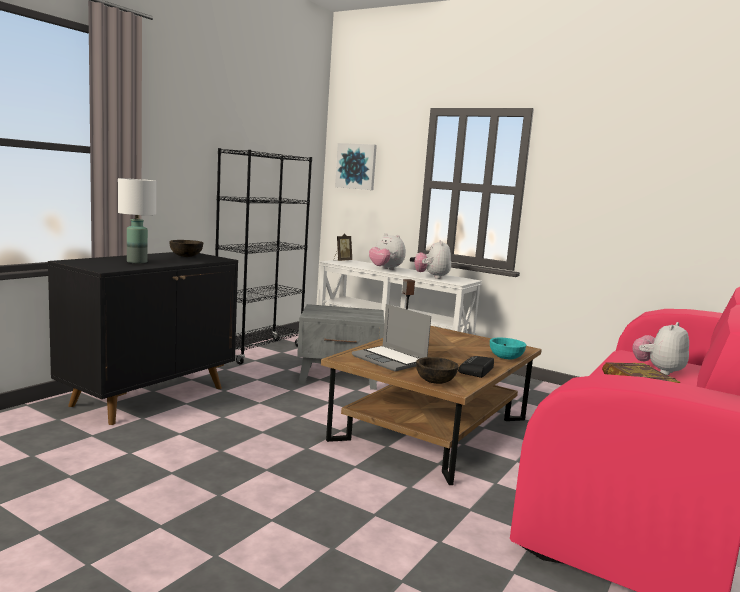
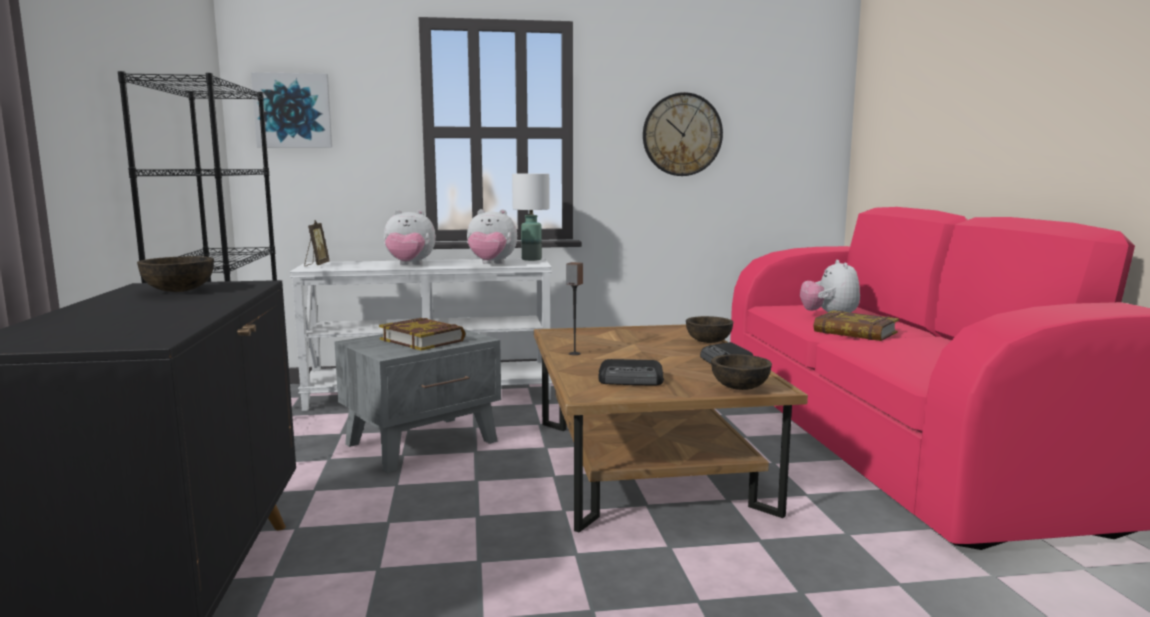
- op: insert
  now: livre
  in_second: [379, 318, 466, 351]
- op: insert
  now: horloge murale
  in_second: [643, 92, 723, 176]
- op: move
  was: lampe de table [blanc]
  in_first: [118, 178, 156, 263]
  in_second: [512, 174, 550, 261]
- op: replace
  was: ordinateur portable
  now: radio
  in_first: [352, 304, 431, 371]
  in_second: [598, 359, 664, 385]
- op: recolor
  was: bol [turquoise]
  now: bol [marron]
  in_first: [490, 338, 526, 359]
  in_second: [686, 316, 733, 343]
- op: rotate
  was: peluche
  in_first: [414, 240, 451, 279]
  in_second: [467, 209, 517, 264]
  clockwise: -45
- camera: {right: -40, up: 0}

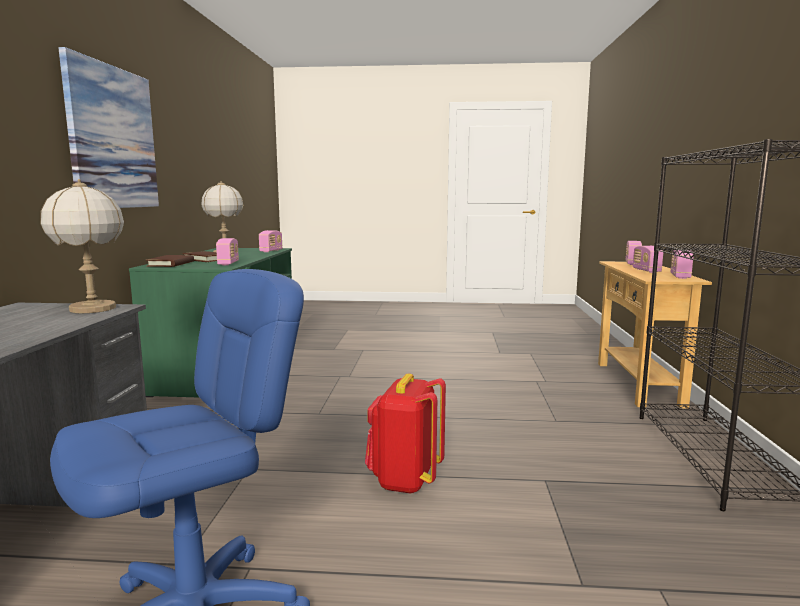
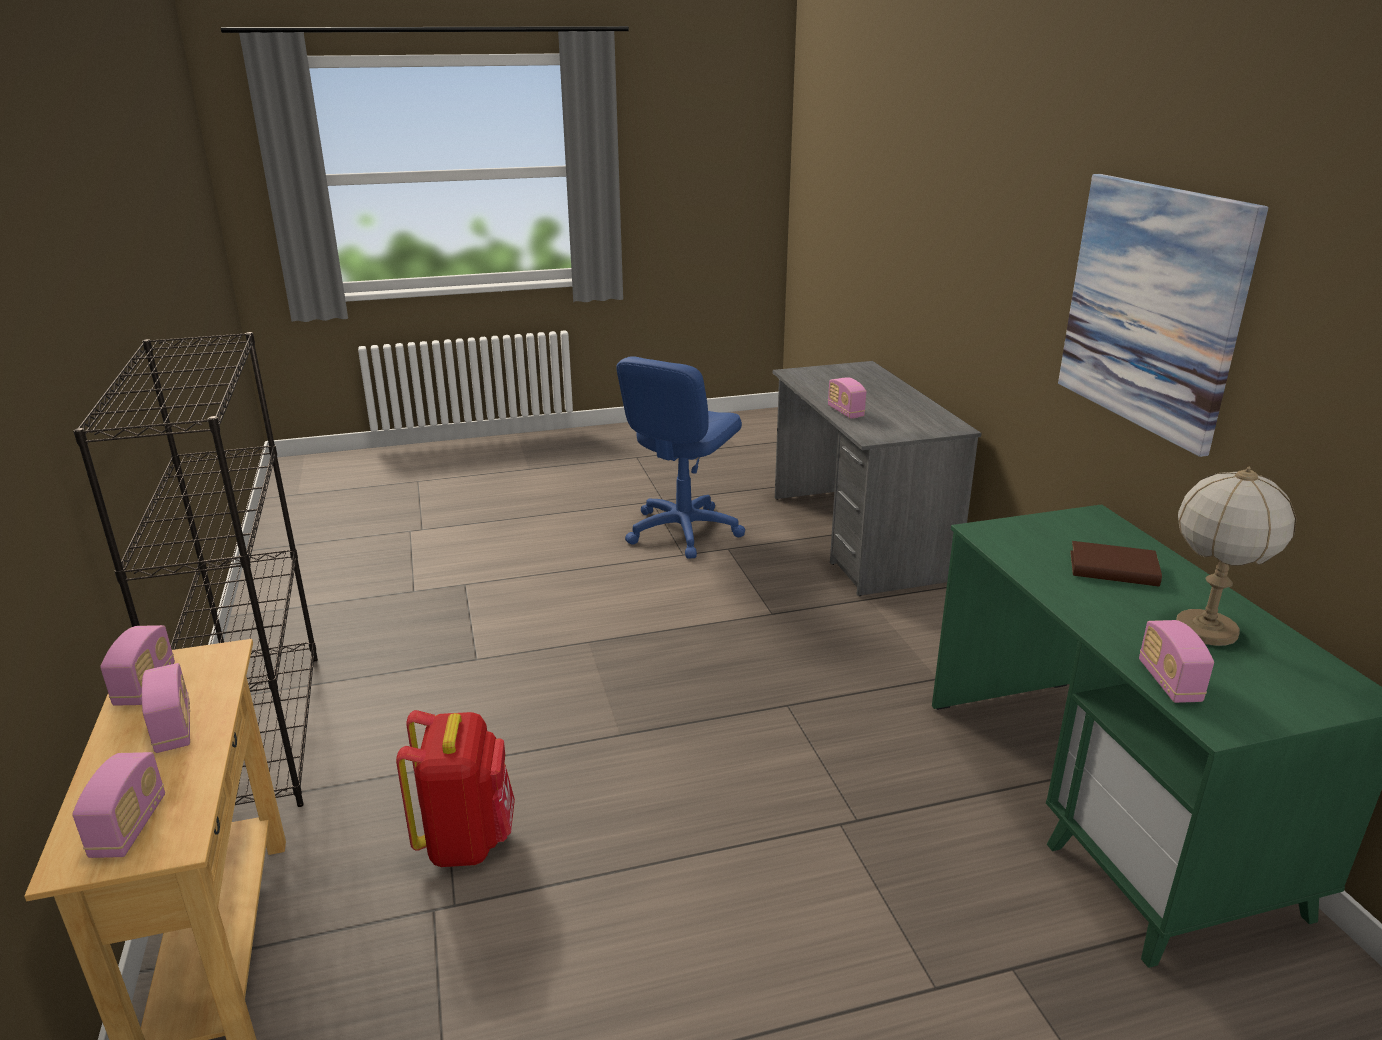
- op: delete
  was: lampe de table
  in_first: [40, 179, 124, 313]
- op: delete
  was: livre [marron]
  in_first: [146, 255, 194, 267]
- op: move
  was: radio
  in_first: [216, 238, 239, 265]
  in_second: [828, 377, 866, 418]
- op: move
  was: sac à dos [rouge]
  in_first: [365, 374, 446, 493]
  in_second: [396, 710, 515, 867]
- camera: {right: 160, up: 15}

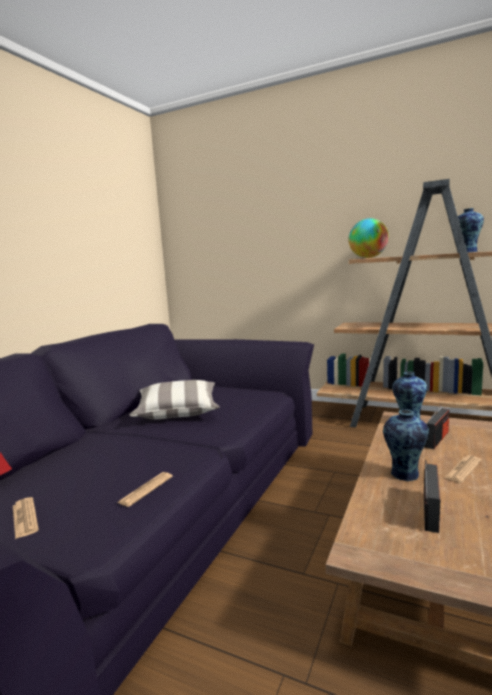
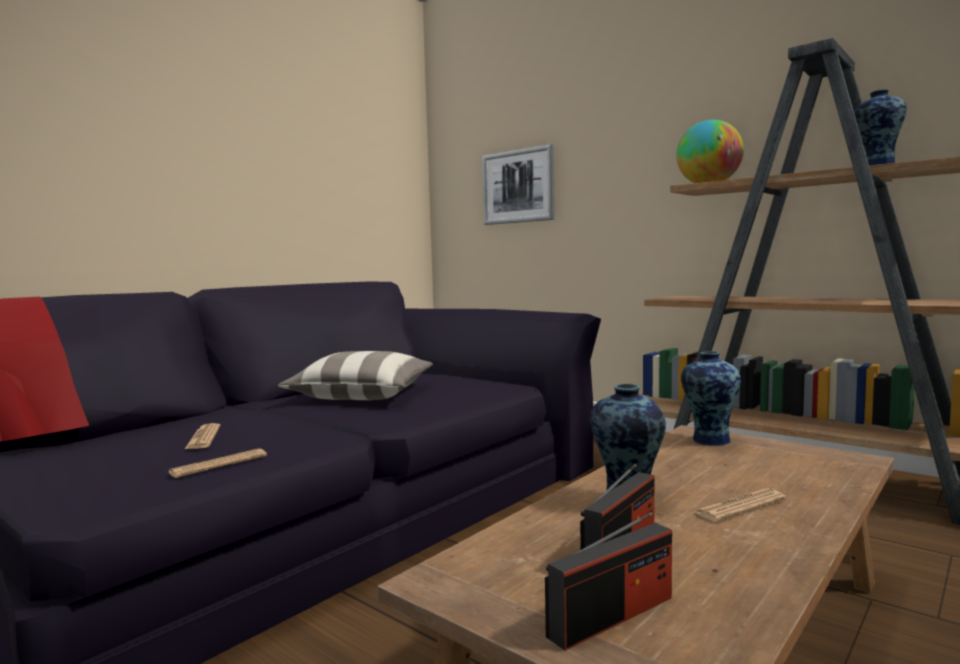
- op: insert
  now: tableau
  in_second: [482, 144, 555, 225]
- op: move
  was: journal
  in_first: [13, 497, 39, 539]
  in_second: [185, 423, 220, 449]
- op: move
  was: radio
  in_first: [424, 405, 449, 449]
  in_second: [545, 512, 672, 651]
- camera: {right: 15, up: -5}

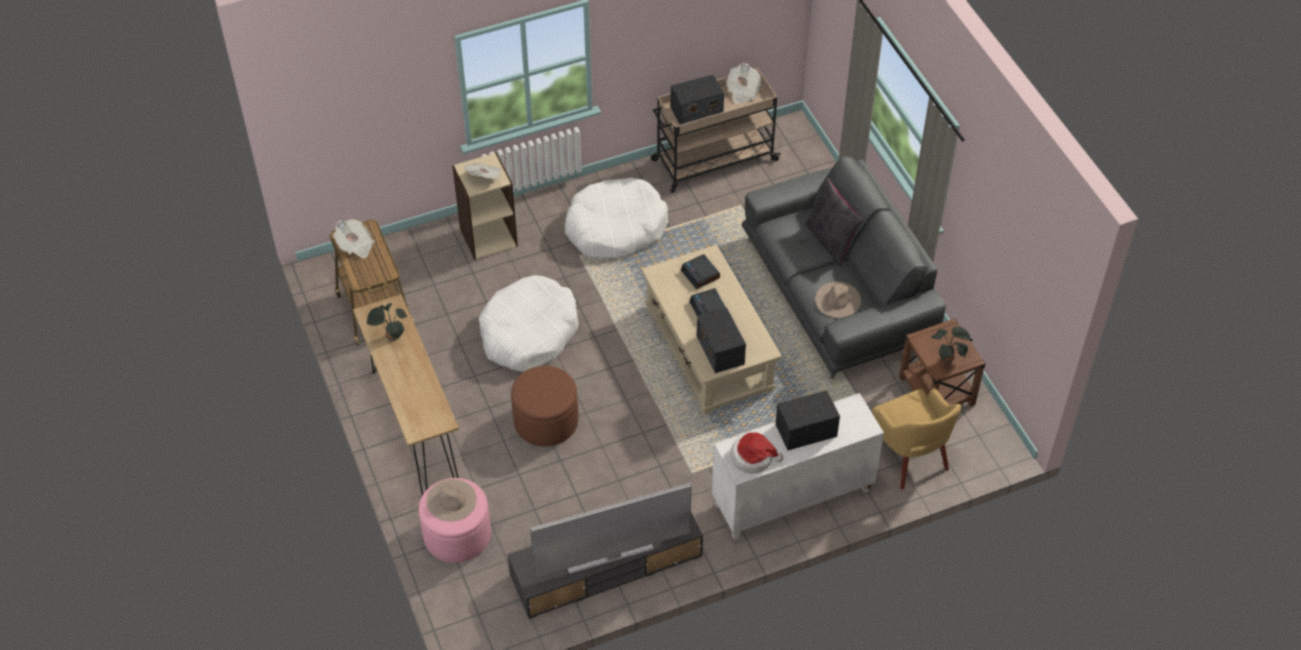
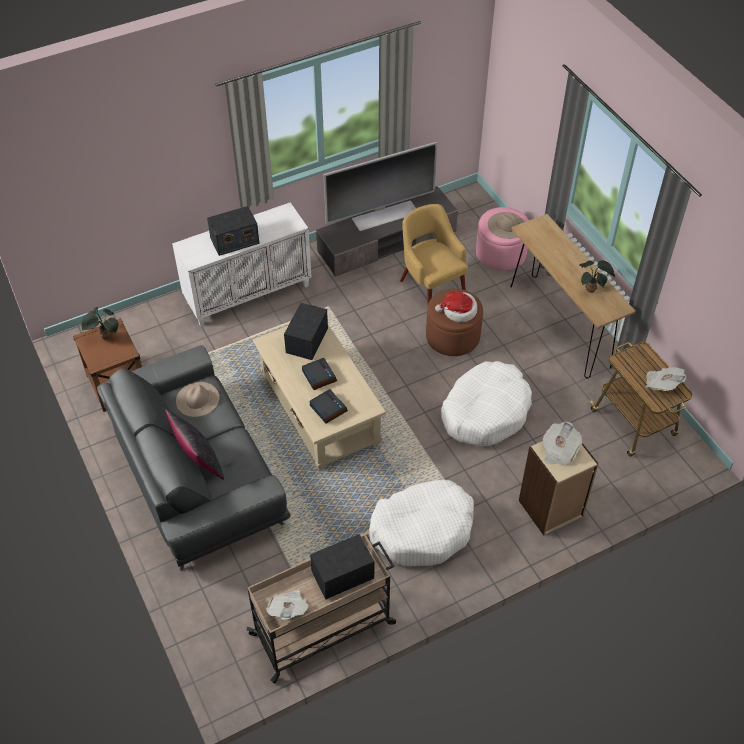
- op: move
  was: chapeau
  in_first: [731, 432, 783, 474]
  in_second: [435, 291, 477, 322]
- op: move
  was: fauteuil [jaune]
  in_first: [872, 388, 962, 489]
  in_second: [400, 204, 468, 304]
- op: rotate
  was: radio
  in_first: [697, 307, 746, 373]
  in_second: [284, 302, 328, 360]
  clockwise: -135
- camera: {right: 175, up: 0}

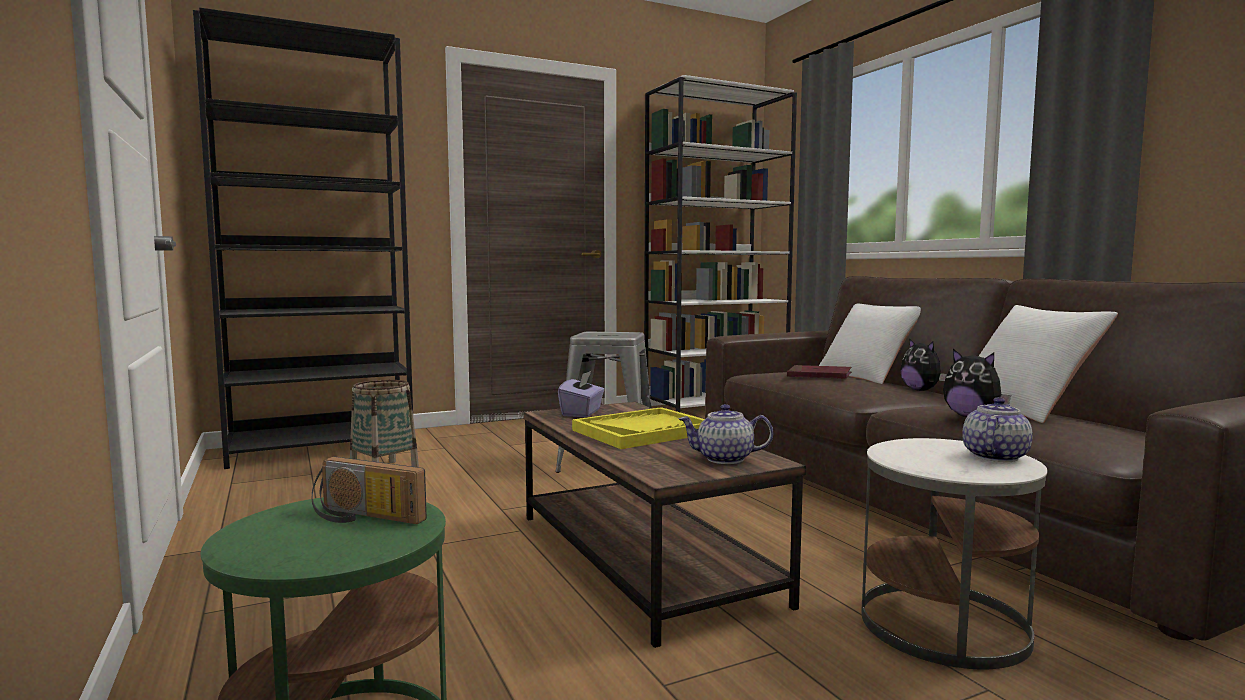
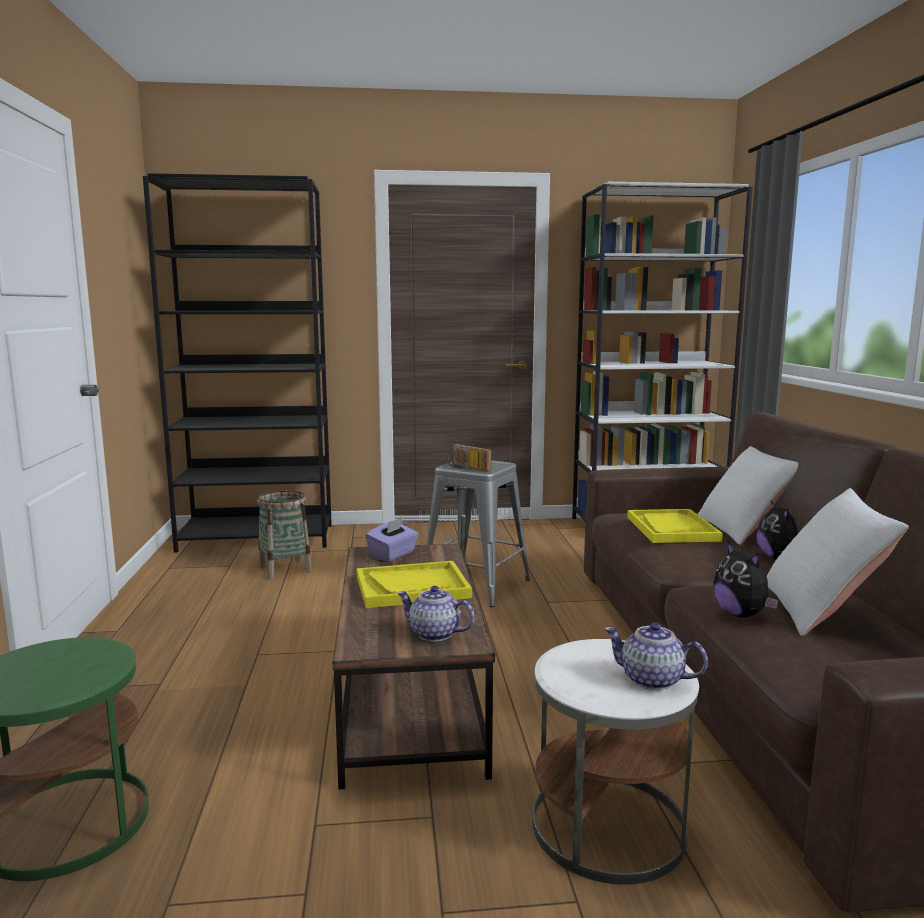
- op: move
  was: radio
  in_first: [312, 456, 427, 524]
  in_second: [448, 444, 492, 472]
- op: replace
  was: livre [rouge]
  now: plateau [jaune]
  in_first: [787, 365, 852, 379]
  in_second: [627, 509, 723, 543]
- op: rotate
  was: théière
  in_first: [962, 397, 1032, 462]
  in_second: [604, 622, 708, 690]
  clockwise: -120
- camera: {right: 20, up: 5}

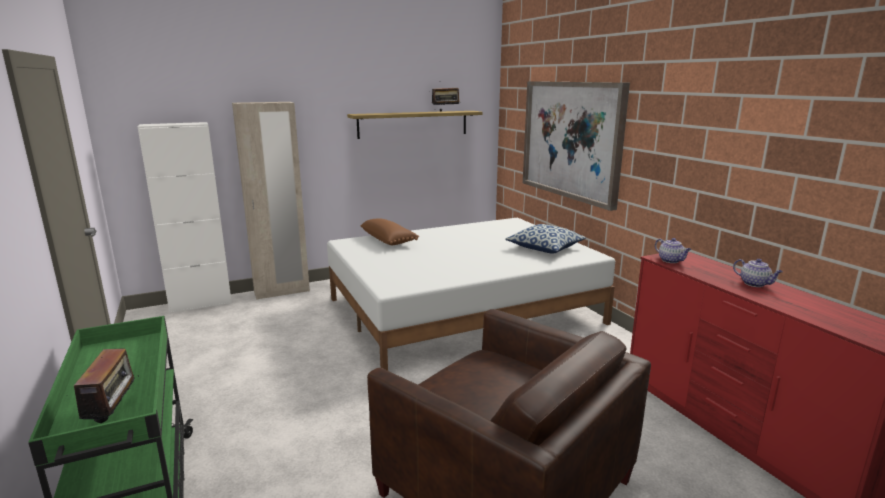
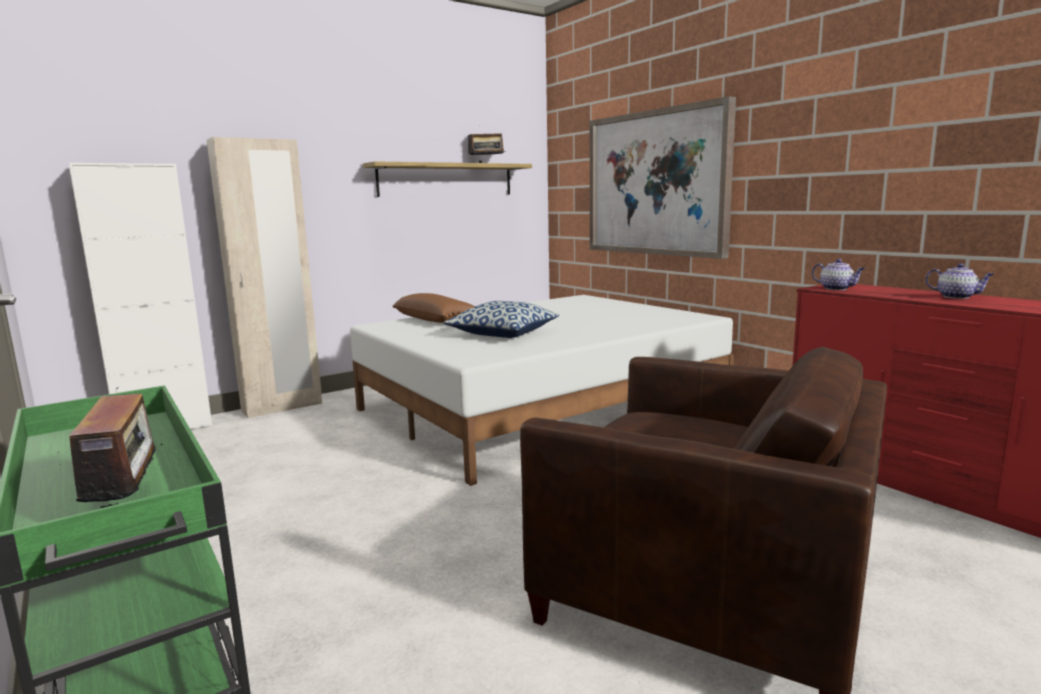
- op: move
  was: coussin
  in_first: [505, 224, 586, 254]
  in_second: [443, 301, 559, 338]
- camera: {right: -10, up: -5}

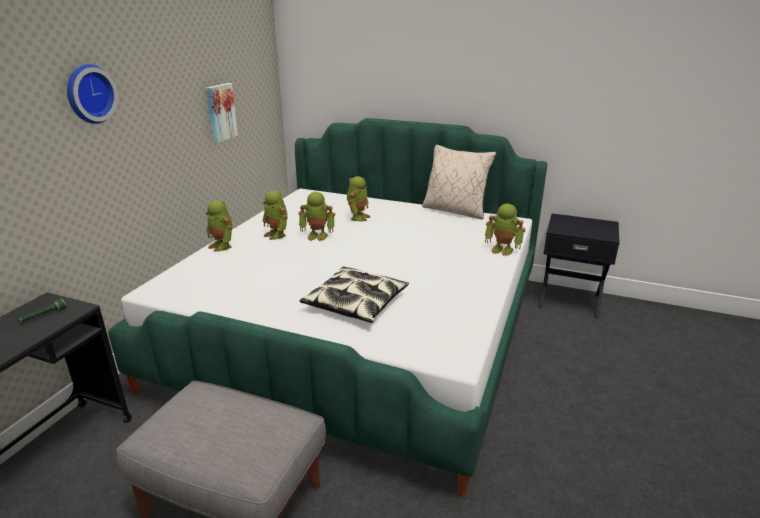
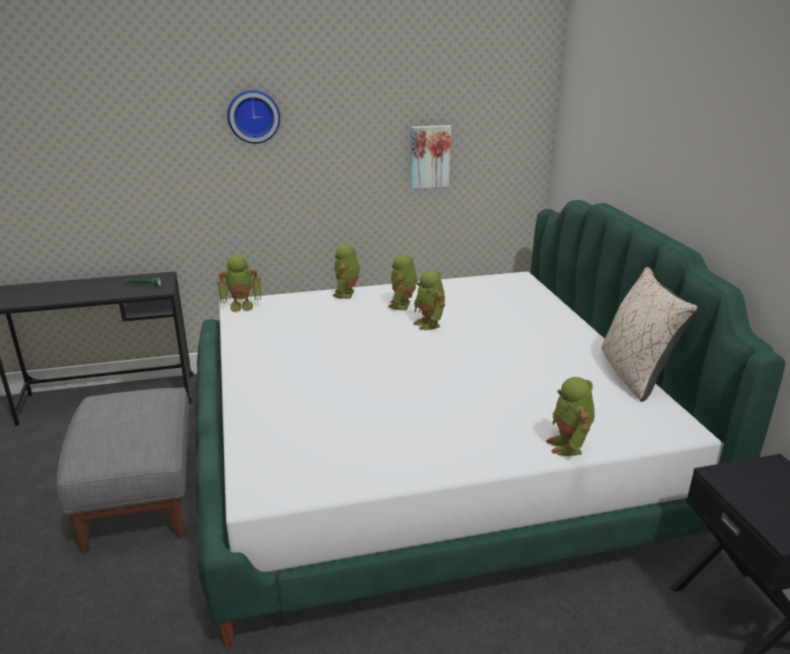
- op: delete
  was: coussin
  in_first: [300, 267, 409, 323]
- op: move
  was: robot jouet
  in_first: [347, 176, 371, 222]
  in_second: [217, 255, 261, 313]
- camera: {right: 55, up: 0}

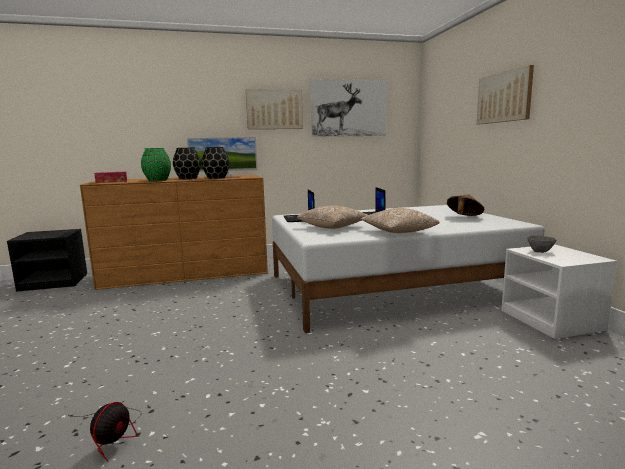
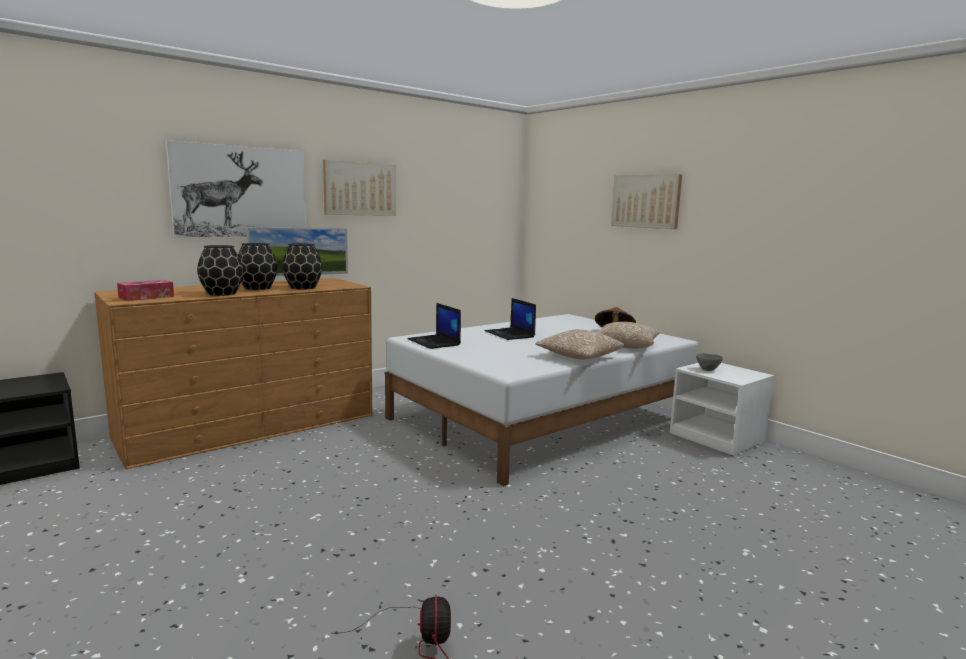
- op: move
  was: coussin
  in_first: [297, 205, 368, 229]
  in_second: [597, 322, 660, 349]
- op: move
  was: tableau
  in_first: [310, 79, 387, 137]
  in_second: [166, 140, 306, 238]
- op: recolor
  was: vase [vert]
  now: vase [noir]
  in_first: [141, 148, 171, 181]
  in_second: [197, 245, 243, 296]
- camera: {right: -25, up: 0}

